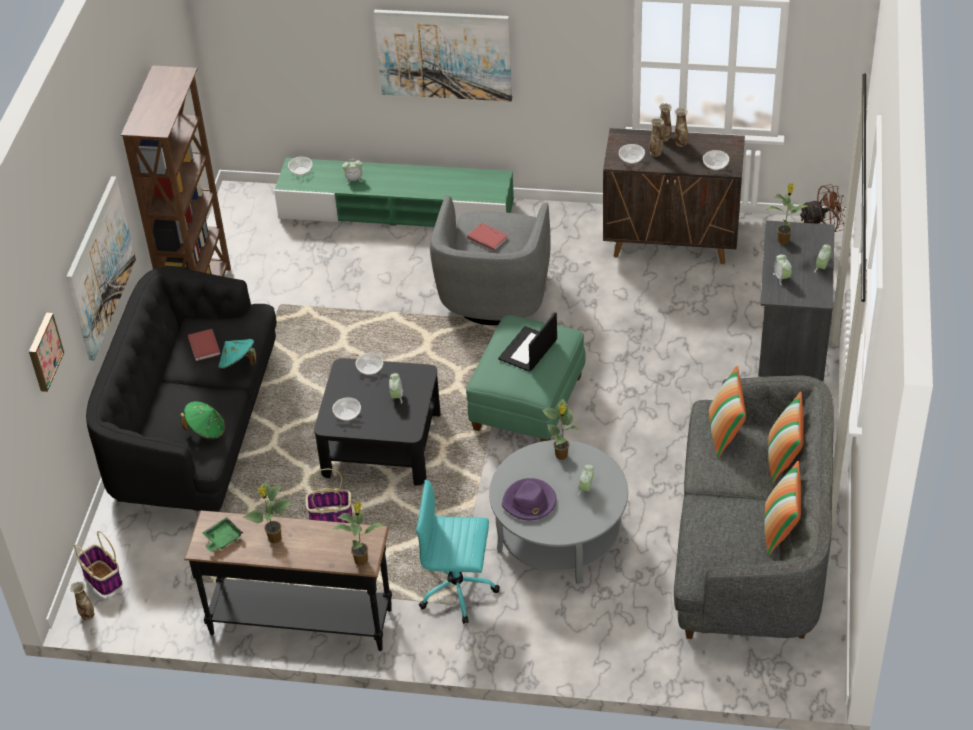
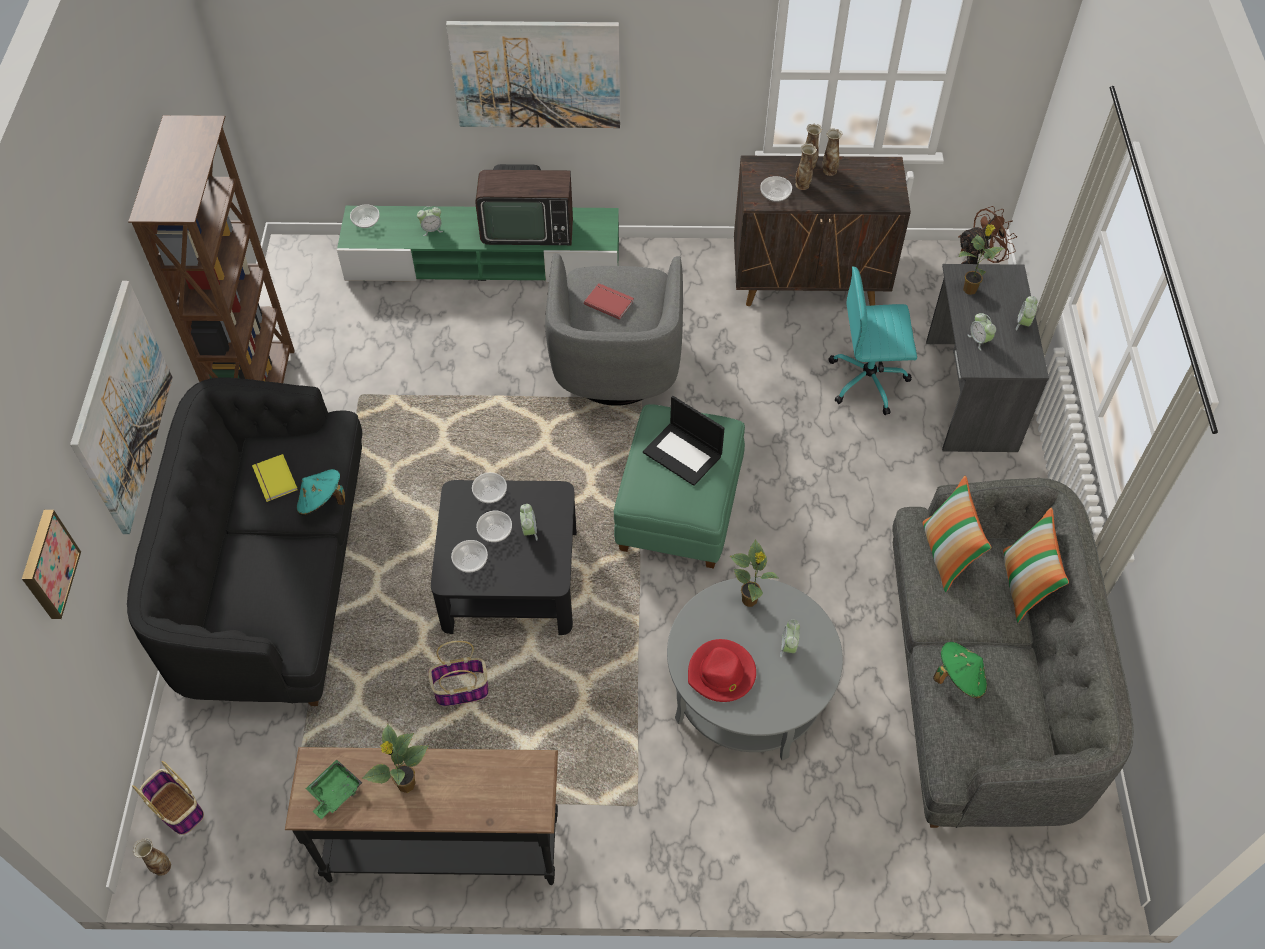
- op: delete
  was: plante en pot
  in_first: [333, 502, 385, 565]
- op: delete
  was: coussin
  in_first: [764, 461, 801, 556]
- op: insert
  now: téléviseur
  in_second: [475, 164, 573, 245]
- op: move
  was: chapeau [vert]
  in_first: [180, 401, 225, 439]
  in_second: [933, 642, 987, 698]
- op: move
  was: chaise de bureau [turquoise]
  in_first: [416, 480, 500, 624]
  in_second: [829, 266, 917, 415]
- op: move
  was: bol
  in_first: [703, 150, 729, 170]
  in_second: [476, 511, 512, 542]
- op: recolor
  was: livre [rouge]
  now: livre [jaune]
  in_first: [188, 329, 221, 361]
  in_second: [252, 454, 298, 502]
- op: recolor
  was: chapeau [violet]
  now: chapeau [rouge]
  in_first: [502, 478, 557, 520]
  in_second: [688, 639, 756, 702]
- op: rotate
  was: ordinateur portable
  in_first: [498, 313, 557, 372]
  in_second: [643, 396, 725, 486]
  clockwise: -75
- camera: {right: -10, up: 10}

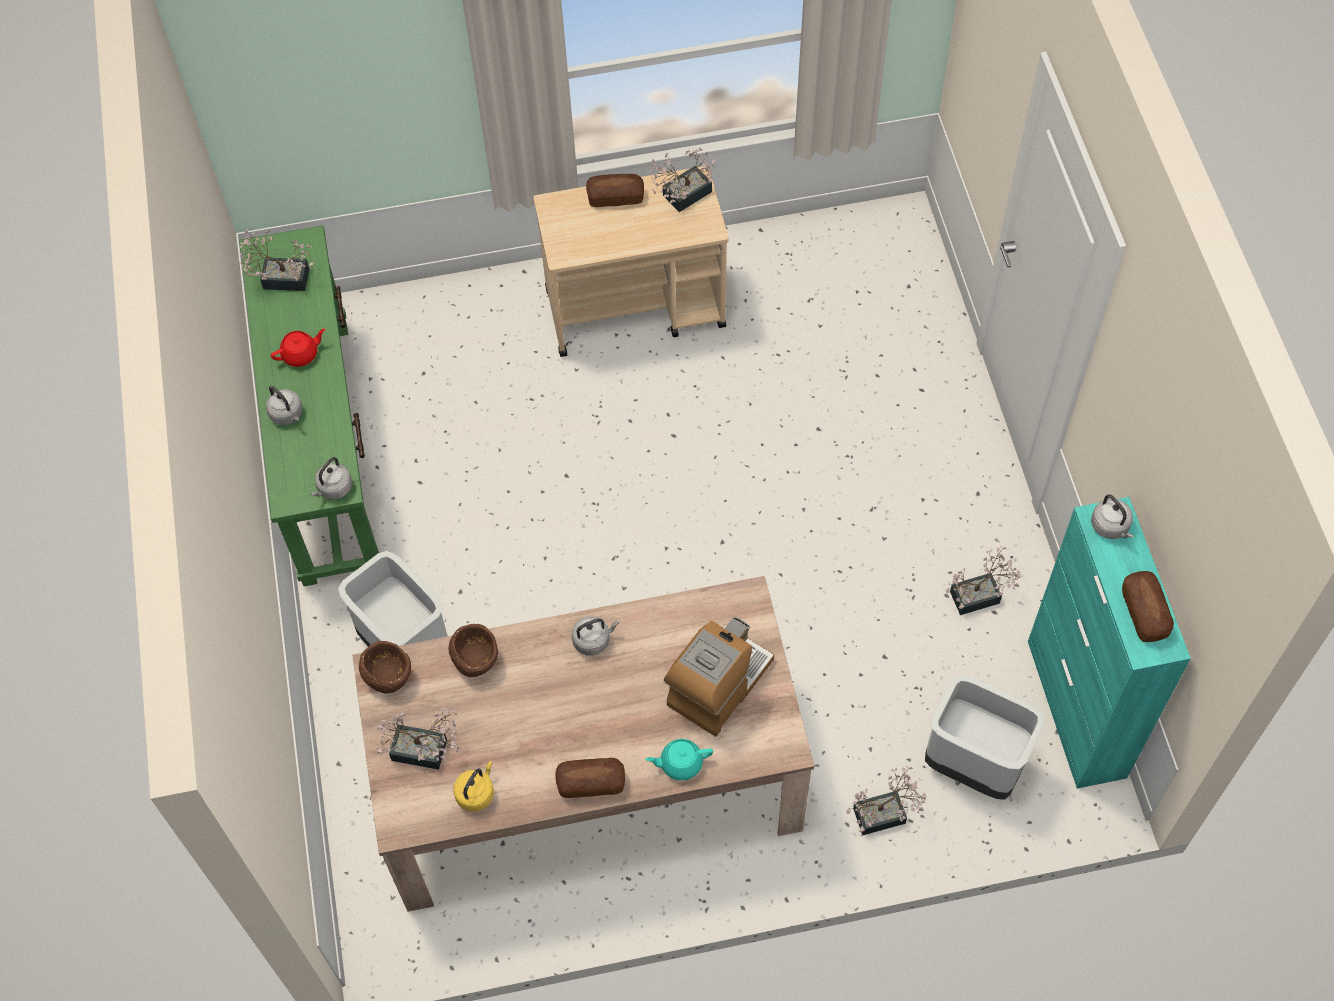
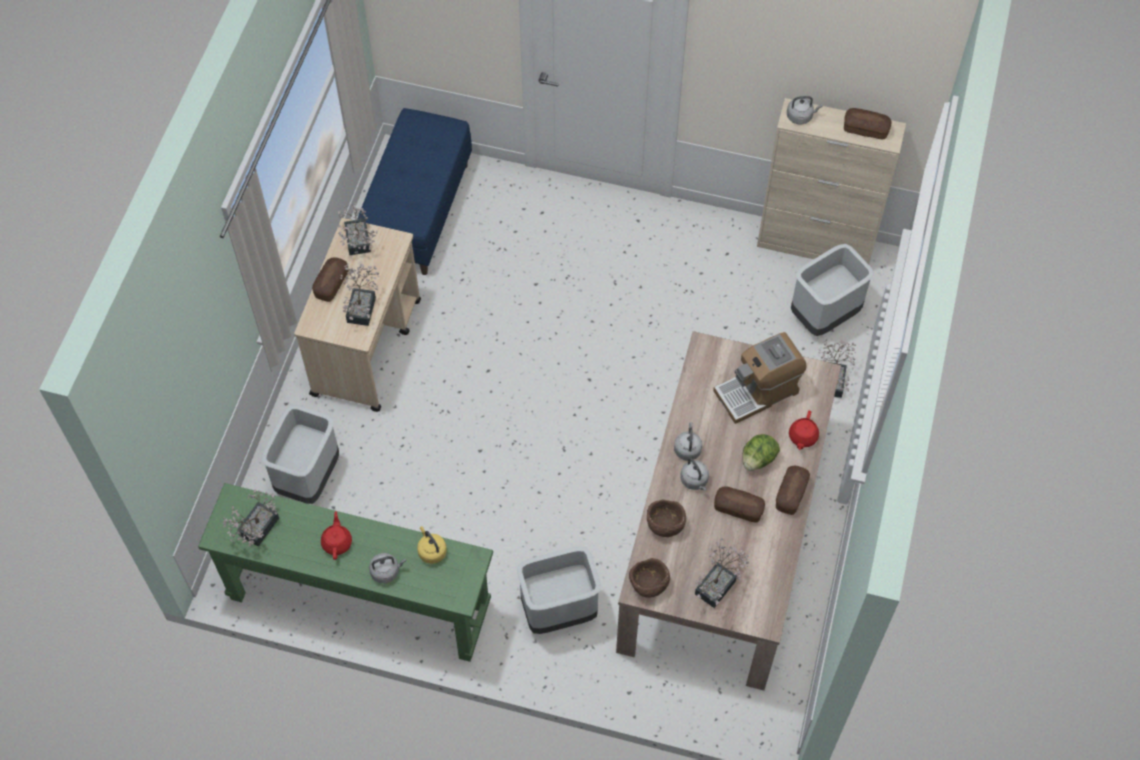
- op: insert
  now: poubelle [gris]
  in_second: [262, 405, 339, 504]
- op: insert
  now: banc [bleu]
  in_second: [358, 108, 472, 275]
- op: insert
  now: pain
  in_second: [714, 486, 765, 522]
- op: insert
  now: laitue
  in_second: [743, 434, 780, 471]
- op: move
  was: bouilloire [gris]
  in_first: [310, 457, 352, 500]
  in_second: [680, 458, 709, 491]
- op: move
  was: bouilloire [jaune]
  in_first: [453, 761, 494, 811]
  in_second: [417, 526, 447, 564]
- op: move
  was: plante en pot
  in_first: [946, 546, 1021, 615]
  in_second: [340, 263, 380, 326]
- op: recolor
  was: théière [turquoise]
  now: théière [rouge]
  in_first: [645, 739, 713, 780]
  in_second: [789, 411, 819, 450]
- op: recolor
  was: meuble de rangement [turquoise]
  now: meuble de rangement [beige]
  in_first: [1028, 497, 1191, 789]
  in_second: [757, 98, 906, 264]
- op: rotate
  was: machine à café
  in_first: [664, 617, 774, 736]
  in_second: [713, 332, 807, 424]
  clockwise: -90
- camera: {right: -65, up: 0}

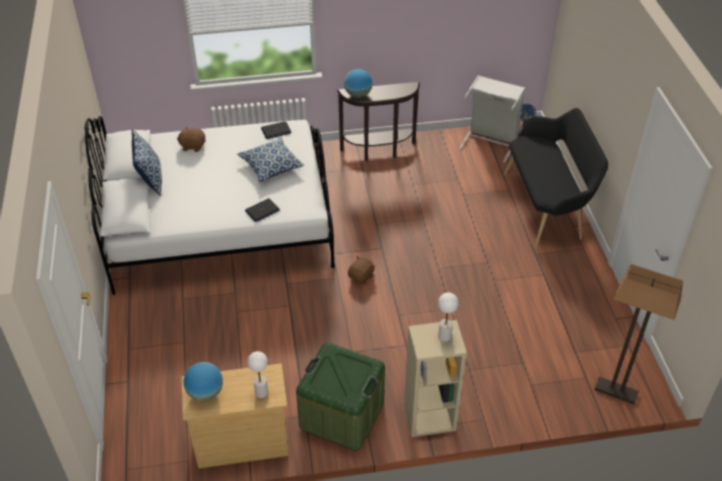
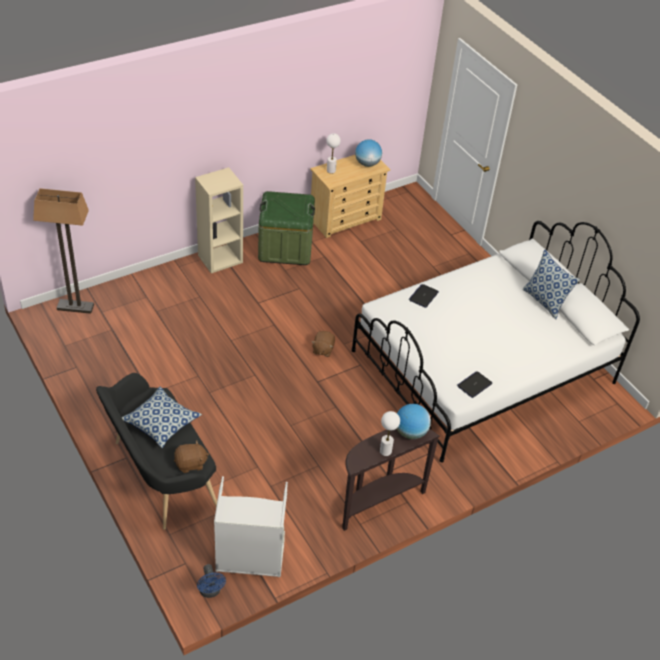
- op: move
  was: peluche [marron]
  in_first: [177, 127, 206, 152]
  in_second: [174, 441, 209, 473]
- op: move
  was: coussin
  in_first: [237, 138, 304, 182]
  in_second: [122, 387, 202, 448]
- op: move
  was: lampe de table [blanc]
  in_first: [438, 292, 459, 342]
  in_second: [380, 411, 400, 456]
- camera: {right: 155, up: 0}

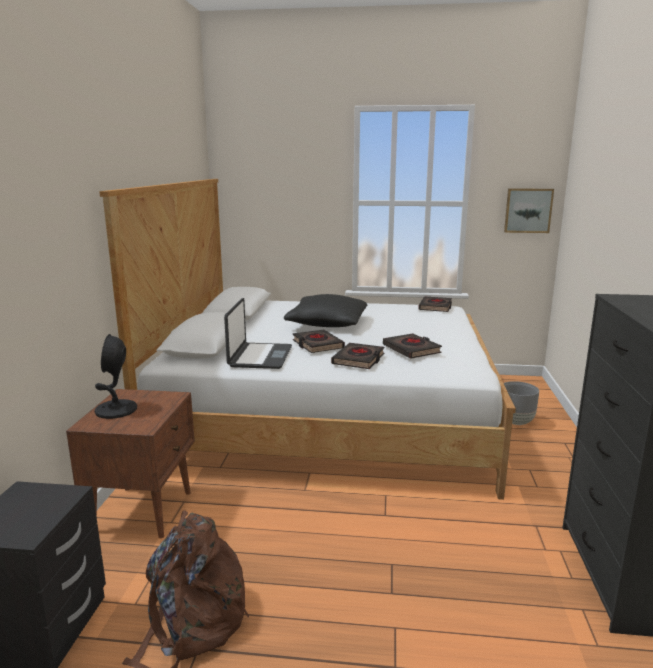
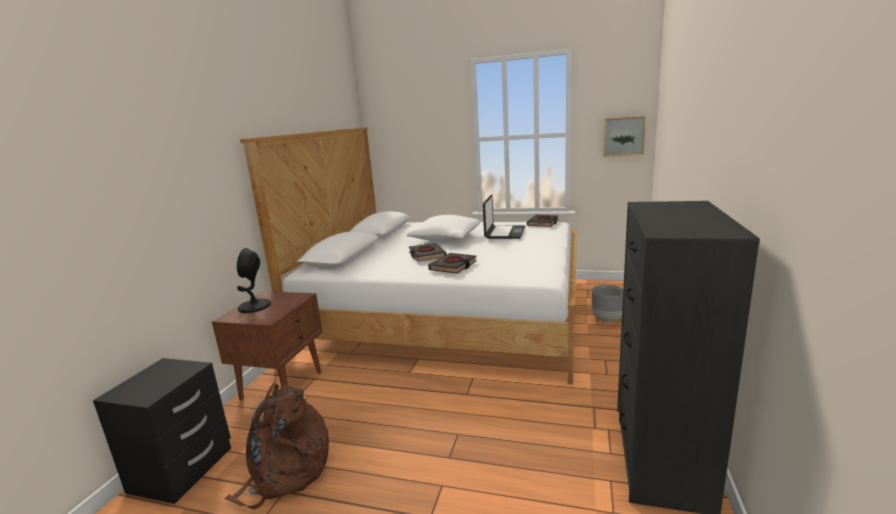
- op: delete
  was: livre [noir]
  in_first: [383, 333, 442, 358]
- op: move
  was: ordinateur portable
  in_first: [224, 298, 292, 369]
  in_second: [483, 195, 525, 239]
- op: recolor
  was: coussin [noir]
  now: coussin [blanc]
  in_first: [284, 294, 367, 327]
  in_second: [406, 215, 480, 241]
- camera: {right: 10, up: 0}

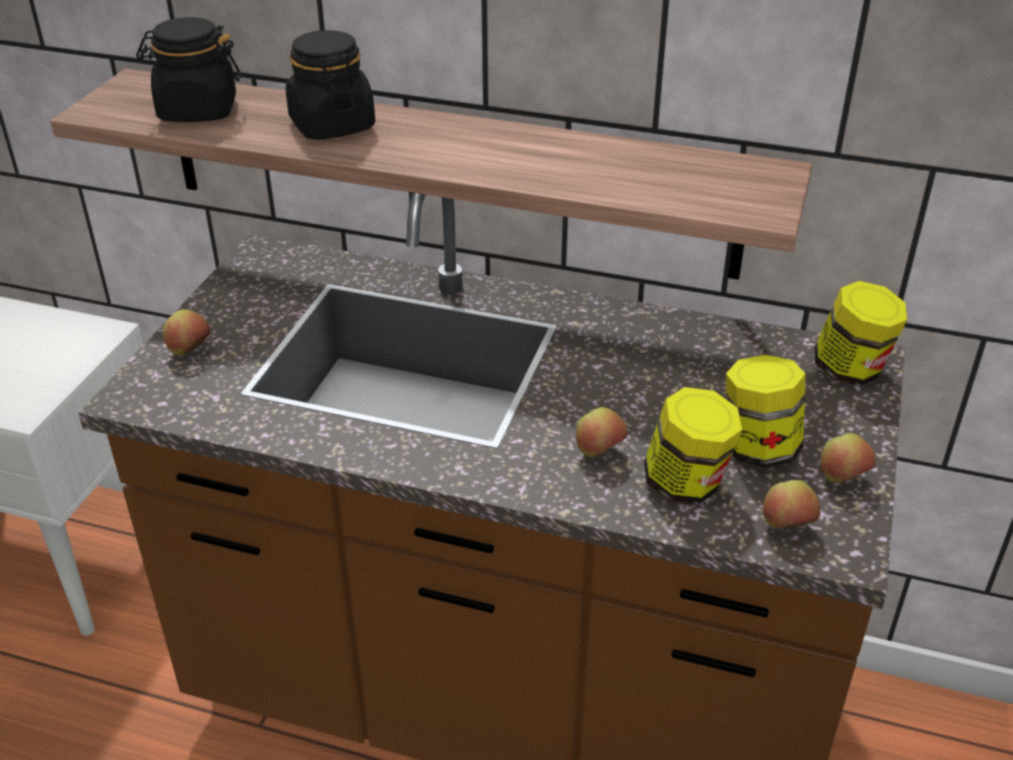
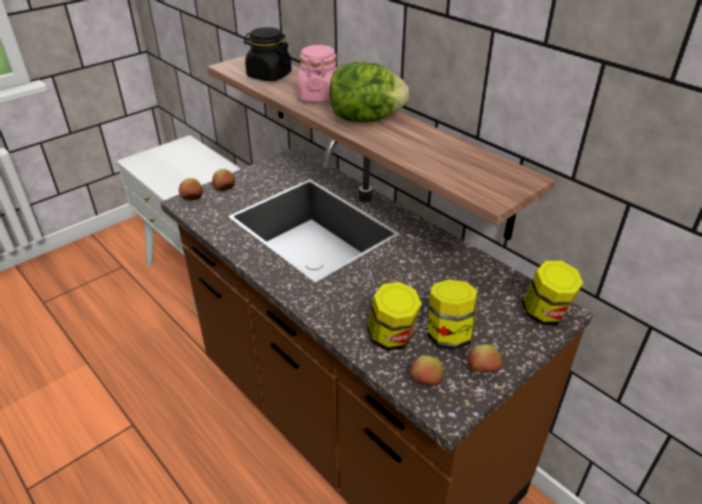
- op: insert
  now: laitue
  in_second: [330, 61, 409, 123]
- op: move
  was: pomme
  in_first: [576, 407, 628, 457]
  in_second: [179, 178, 203, 200]
- op: recolor
  was: bocal [noir]
  now: bocal [rose]
  in_first: [286, 30, 375, 140]
  in_second: [297, 45, 337, 102]
- camera: {right: 30, up: 0}

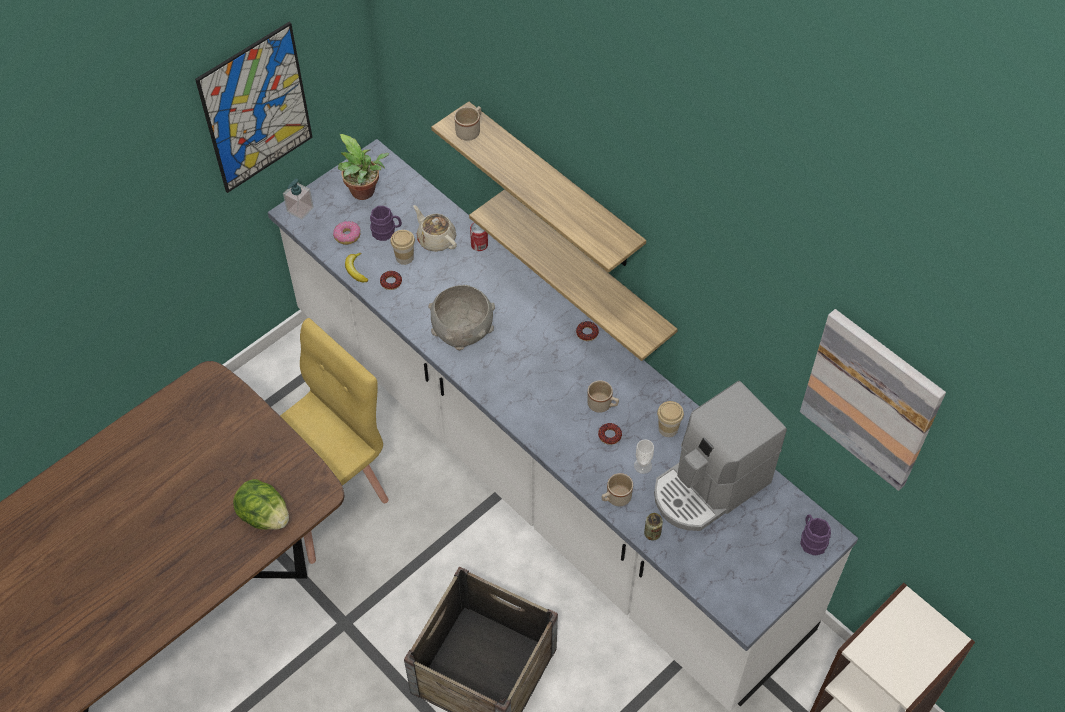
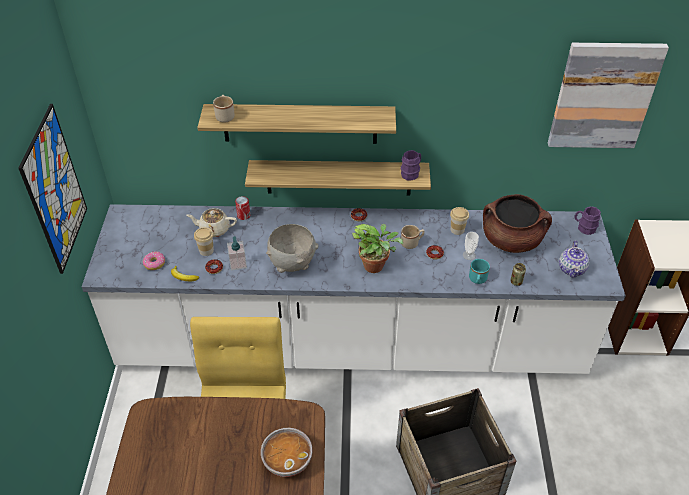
- op: insert
  now: théière
  in_second: [559, 240, 589, 278]
- op: move
  was: distributeur de savon
  in_first: [283, 178, 314, 220]
  in_second: [227, 236, 247, 271]
- op: move
  was: plante en pot
  in_first: [338, 134, 389, 200]
  in_second: [352, 224, 403, 273]
- op: move
  was: mug [violet]
  in_first: [370, 206, 402, 241]
  in_second: [401, 150, 421, 181]
- op: replace
  was: laitue
  now: bol
  in_first: [233, 479, 289, 530]
  in_second: [261, 428, 312, 477]
- op: replace
  was: machine à café
  now: marmite [marron]
  in_first: [654, 381, 787, 531]
  in_second: [483, 194, 552, 253]
- op: recolor
  was: mug [beige]
  now: mug [turquoise]
  in_first: [602, 473, 633, 506]
  in_second: [469, 259, 490, 284]
- camera: {right: -45, up: -10}

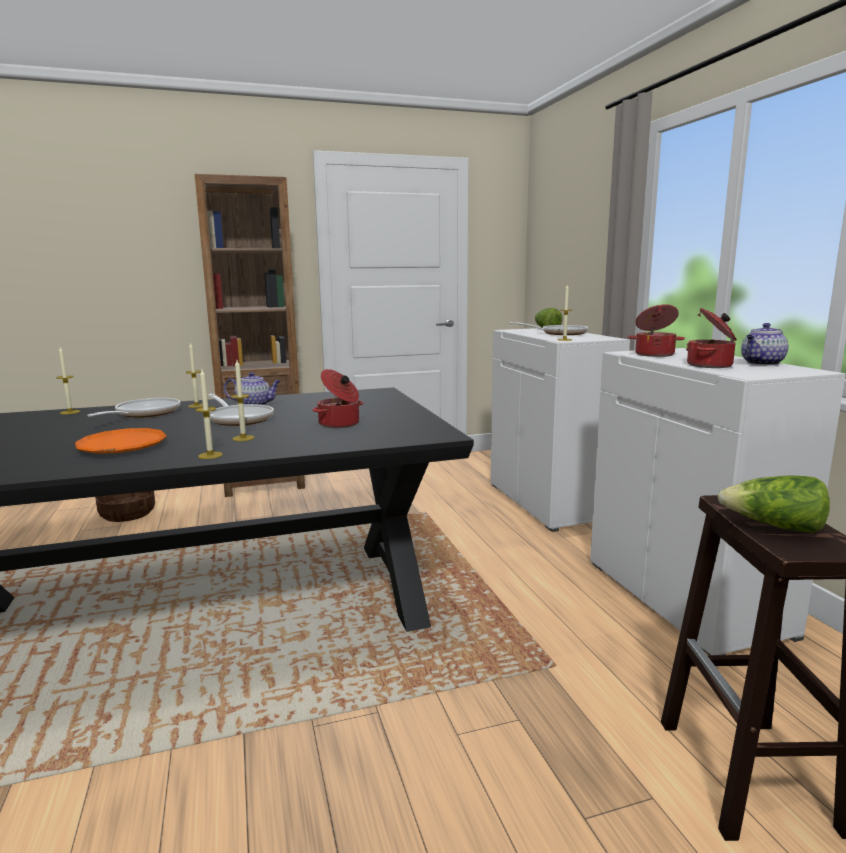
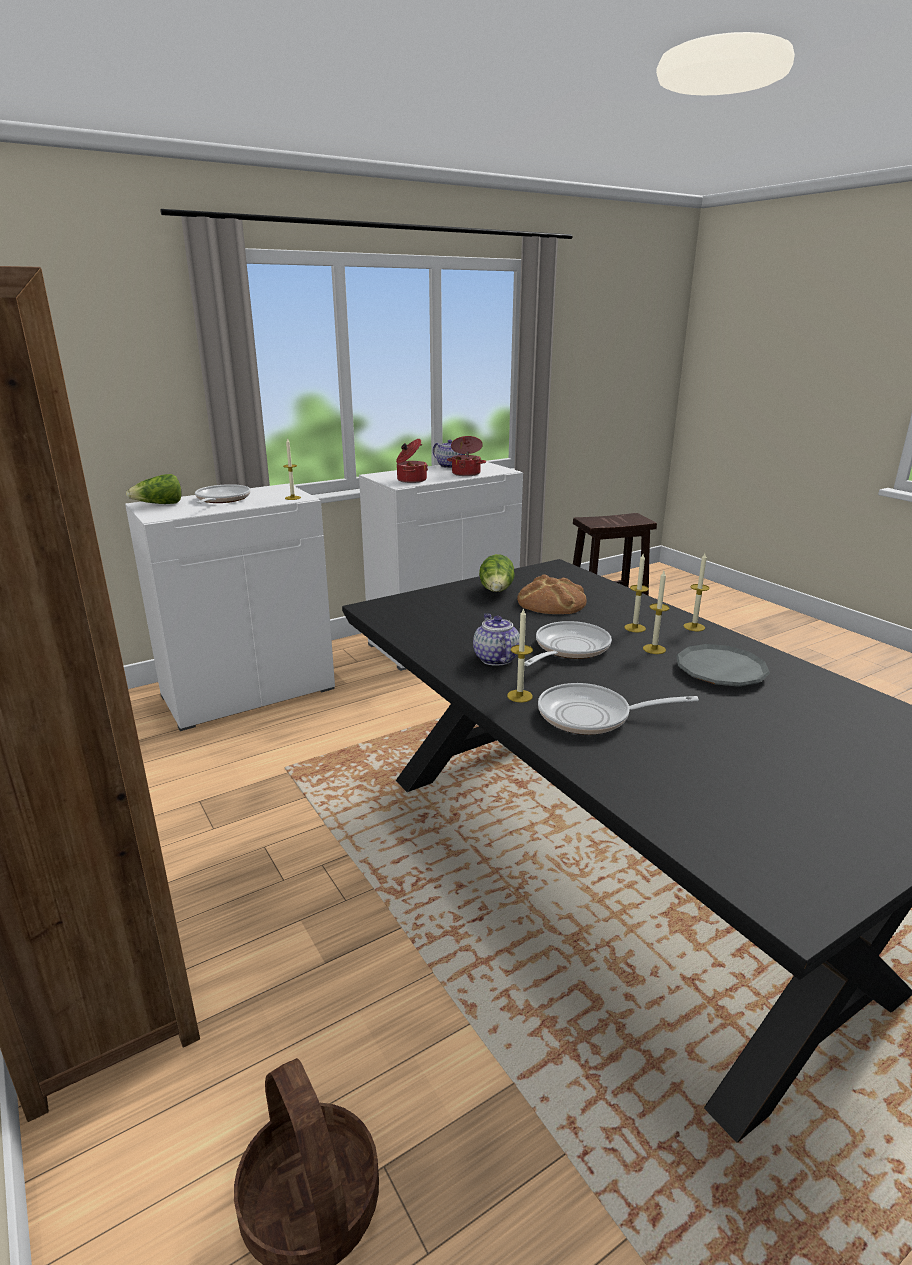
- op: move
  was: bougie
  in_first: [56, 347, 80, 414]
  in_second: [643, 571, 670, 654]
- op: move
  was: laitue
  in_first: [718, 475, 830, 533]
  in_second: [479, 554, 515, 592]
- op: replace
  was: marmite
  now: pain
  in_first: [313, 369, 363, 428]
  in_second: [517, 574, 587, 614]
- op: recolor
  was: assiette [orange]
  now: assiette [gris]
  in_first: [75, 428, 167, 454]
  in_second: [676, 644, 770, 687]
- camera: {right: -105, up: 10}

